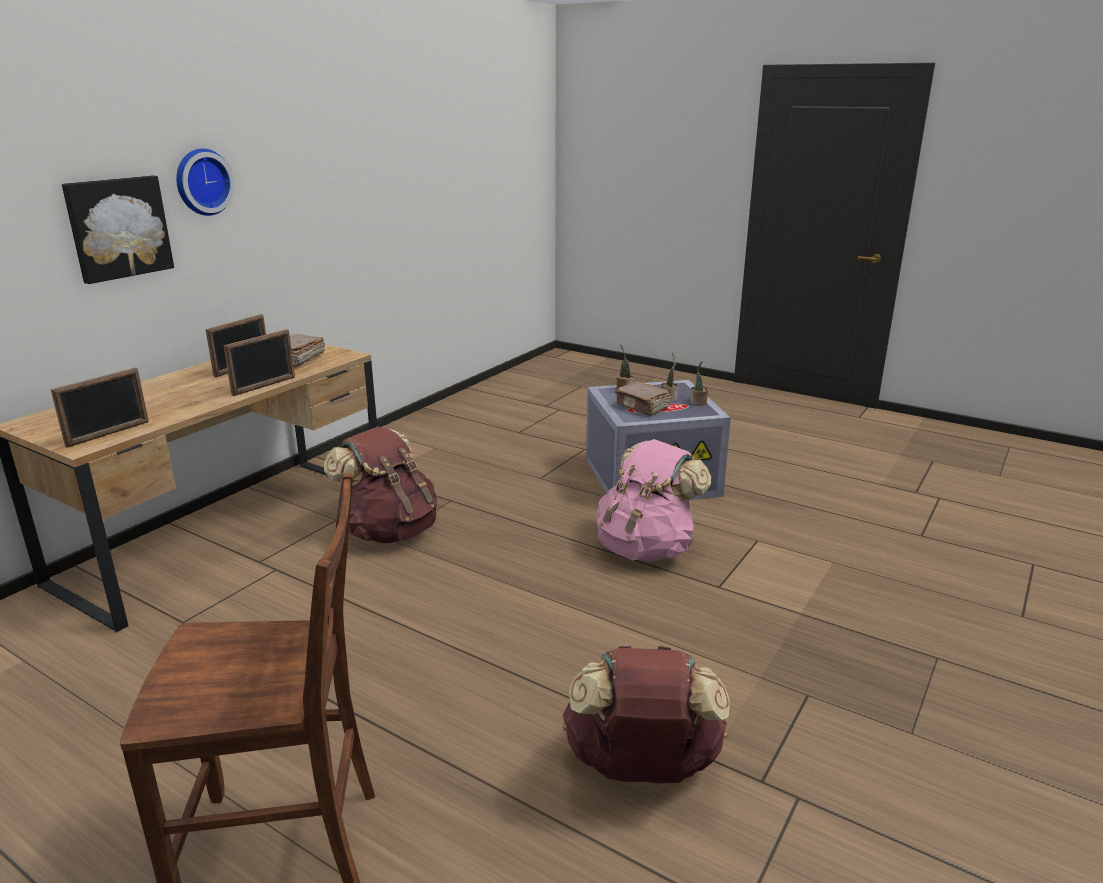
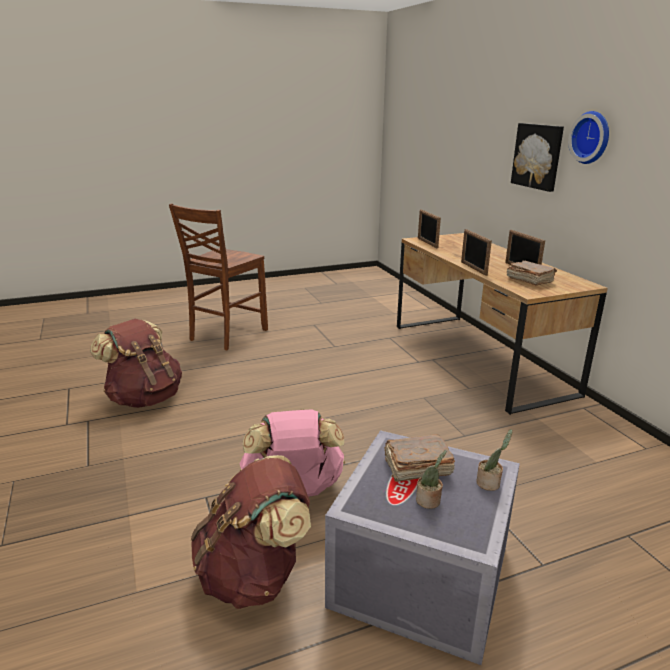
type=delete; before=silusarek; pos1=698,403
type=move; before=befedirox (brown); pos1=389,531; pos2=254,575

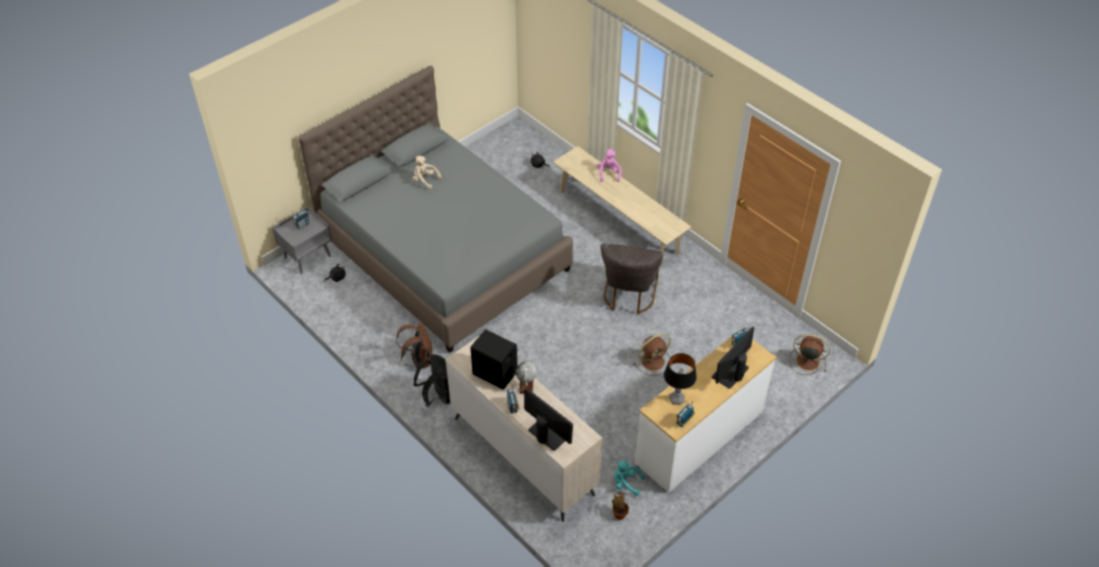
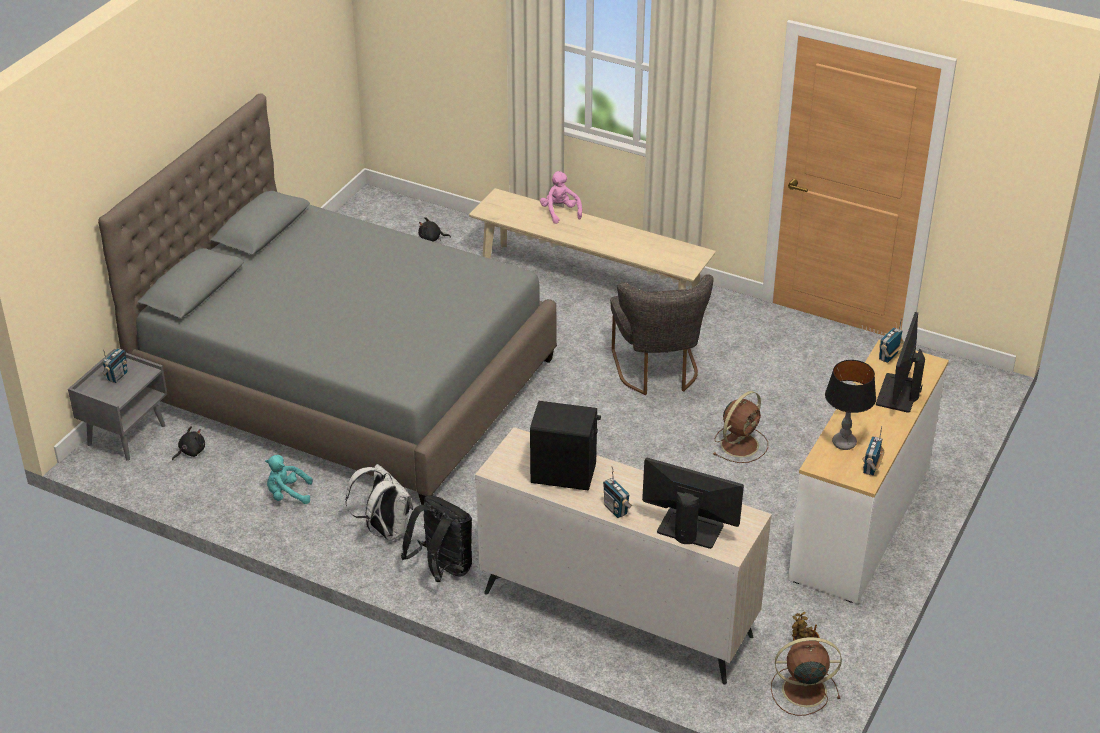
type=delete; before=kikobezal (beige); pos1=425,180
type=recolor; before=befedirox (brown); after=befedirox (white); pos1=419,360; pos2=385,530
type=move; before=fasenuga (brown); pos1=806,361; pos2=802,690
type=delete; before=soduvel; pos1=526,386
type=move; before=kikobezal (turquoise); pos1=626,483; pos2=287,494

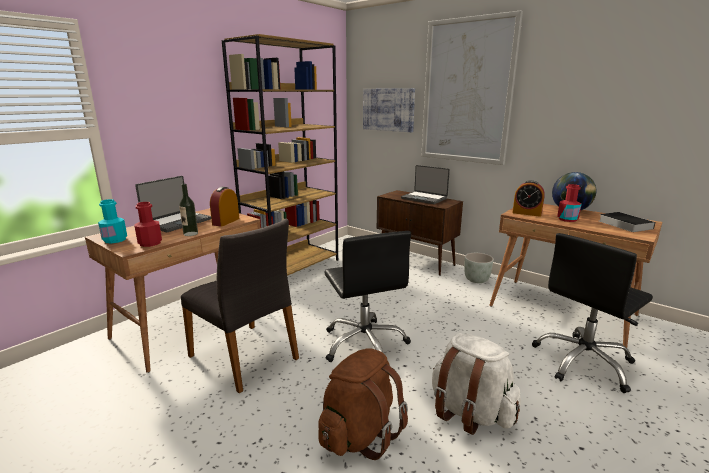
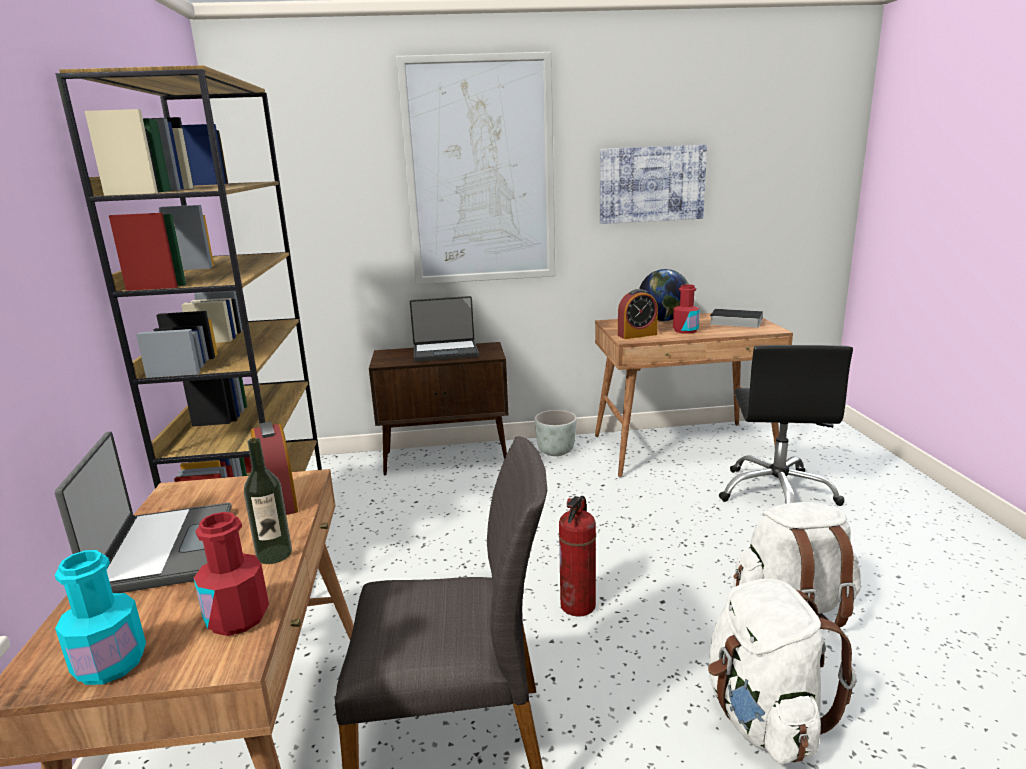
type=move; before=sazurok; pos1=388,109; pos2=651,184
type=replace; before=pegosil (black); after=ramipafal; pos1=365,344; pos2=578,606
type=recolor; before=befedirox (brown); after=befedirox (white); pos1=359,434; pos2=763,718

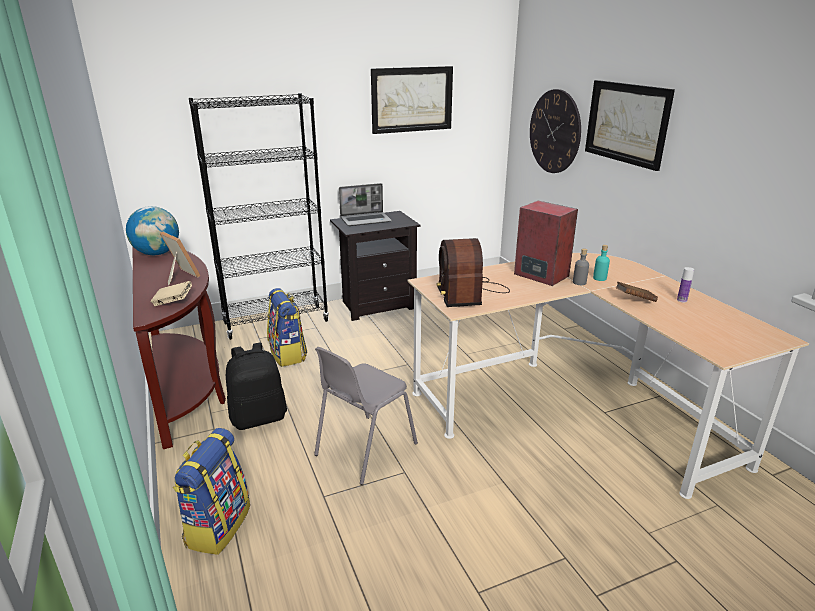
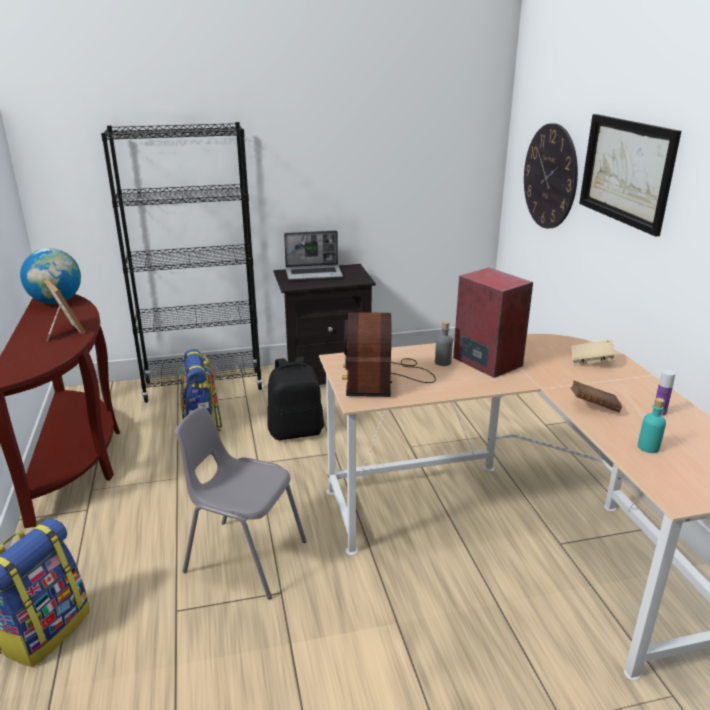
type=delete; before=sazurok; pos1=412,99
type=move; before=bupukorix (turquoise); pos1=599,278; pos2=648,447
type=move; before=bupukorix (grey); pos1=579,282; pos2=443,362
type=move; before=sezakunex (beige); pos1=173,302; pos2=591,362
type=move; before=befedirox (black); pos1=259,417; pos2=296,431
type=rotate; before=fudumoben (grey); pos1=364,449; pos2=244,556; turn=60

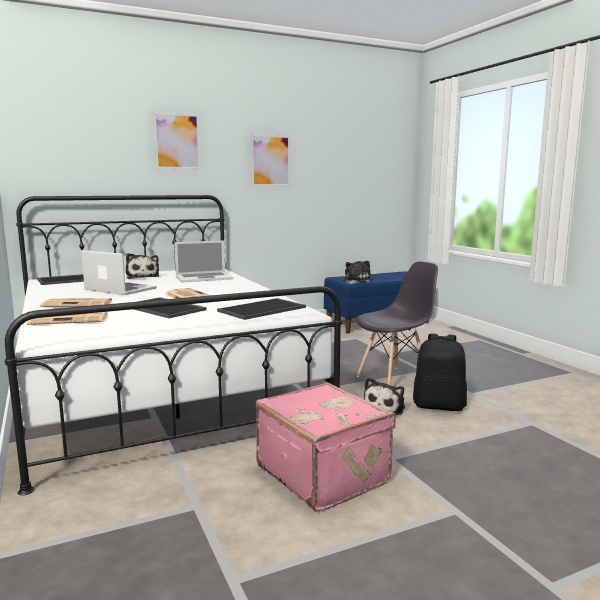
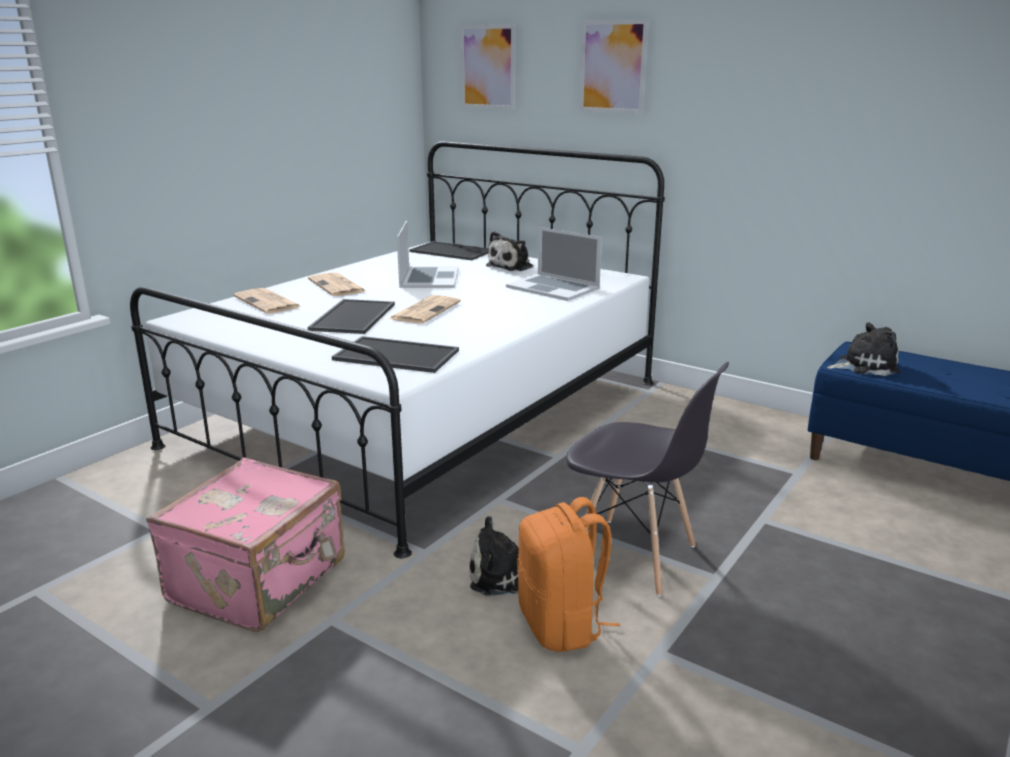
type=move; before=sazurok; pos1=270,160; pos2=488,67
type=recolor; before=befedirox (black); after=befedirox (orange); pos1=439,406; pos2=562,625

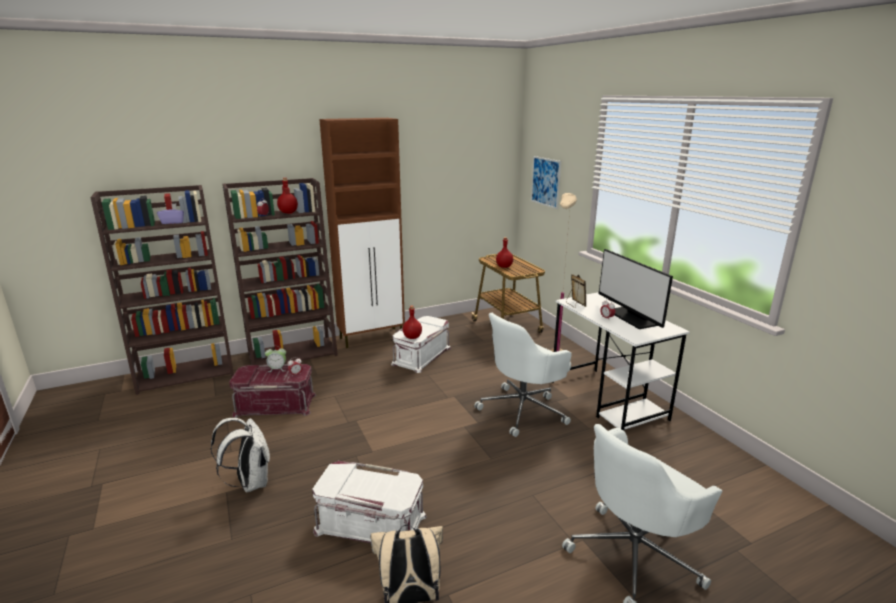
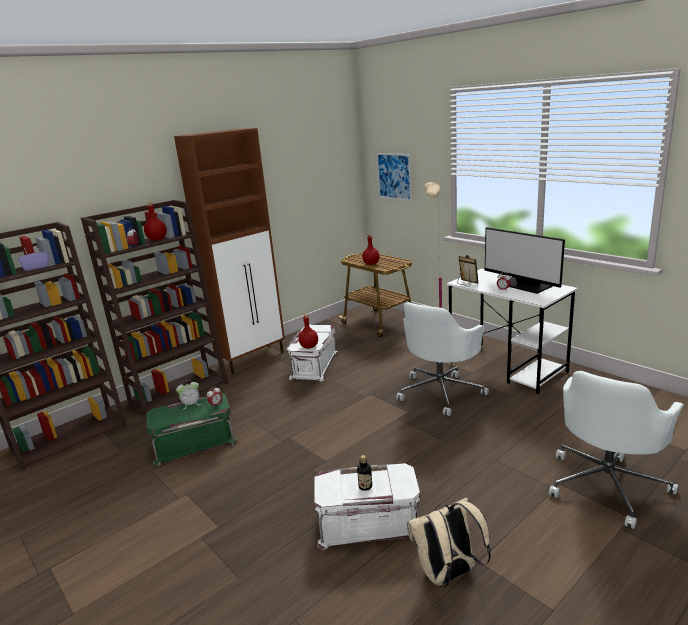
type=recolor; before=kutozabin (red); after=kutozabin (green); pos1=276,404; pos2=194,442
type=delete; before=befedirox (white); pos1=250,482
type=insert; after=bupukorix; pos2=365,486

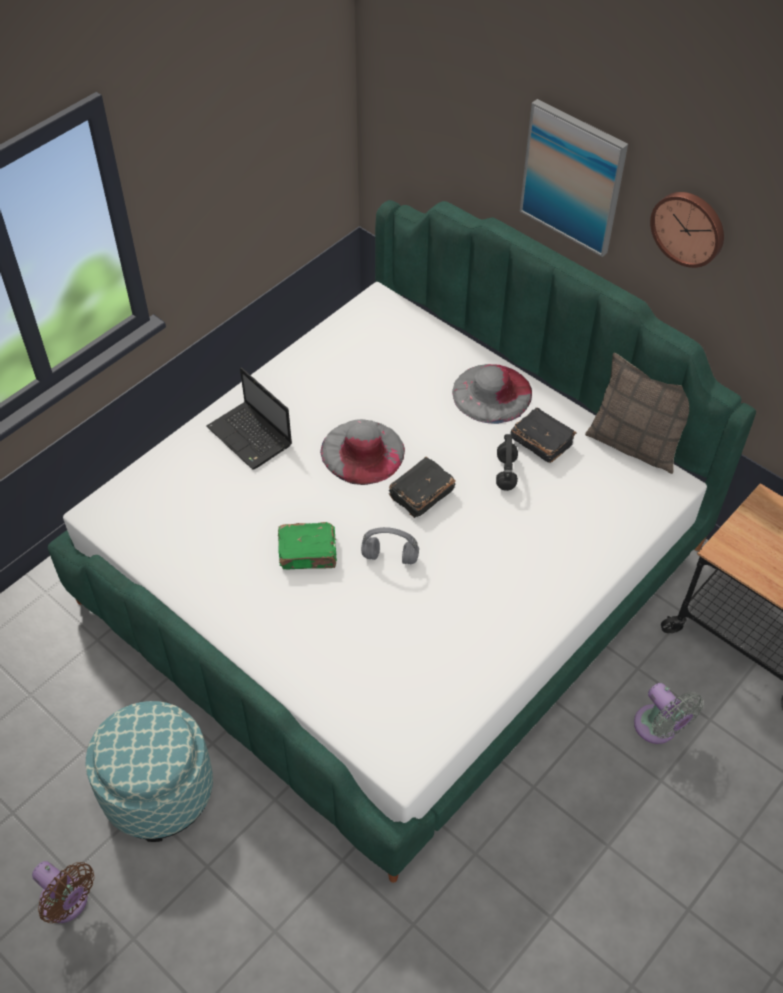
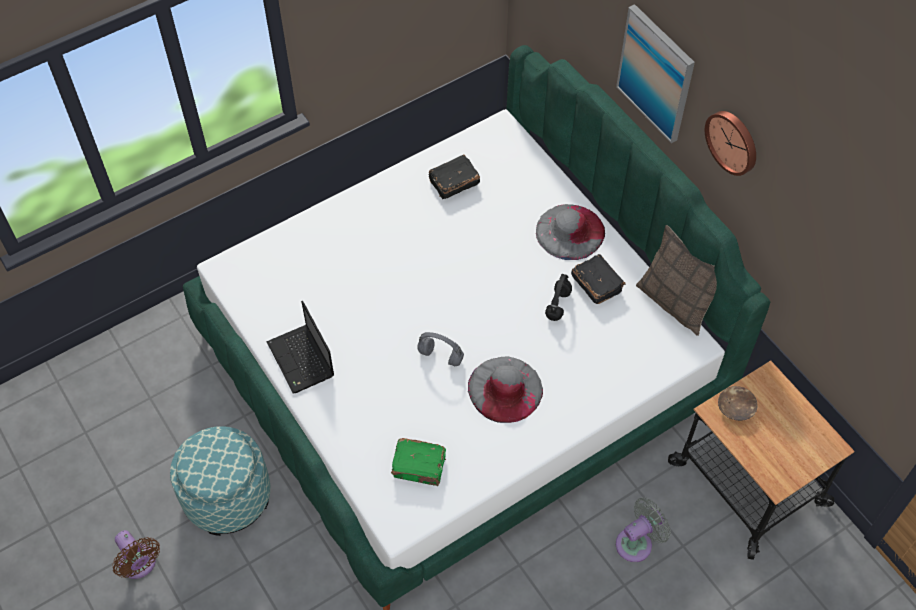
type=move; before=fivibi; pos1=251,437; pos2=302,360
type=move; before=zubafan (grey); pos1=362,451; pos2=505,389
type=move; before=sezakunex (black); pos1=420,495; pos2=453,183
type=move; before=sezakunex (green); pos1=308,553; pos2=419,467
type=rotate; before=fasenuga (grey); pos1=658,728; pos2=637,542; turn=-105
type=insert; after=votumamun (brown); pos2=736,407

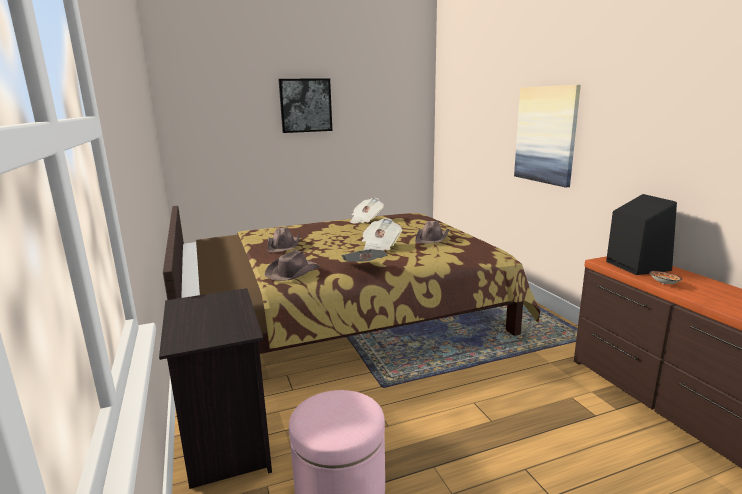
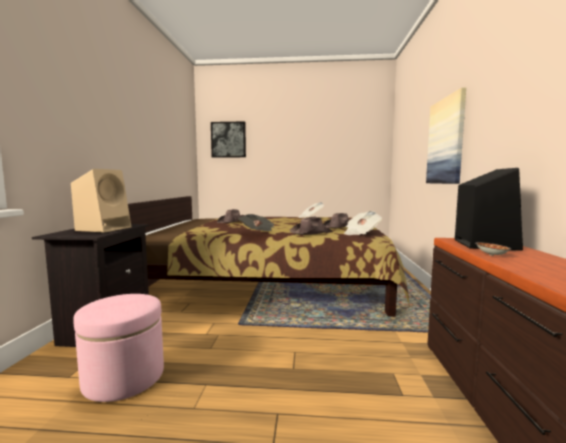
type=move; before=sazurok; pos1=305,105; pos2=228,139
type=move; before=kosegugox; pos1=380,246; pos2=361,233
type=move; before=zubafan (brown); pos1=292,272; pos2=310,232
type=insert; after=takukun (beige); pos2=104,228

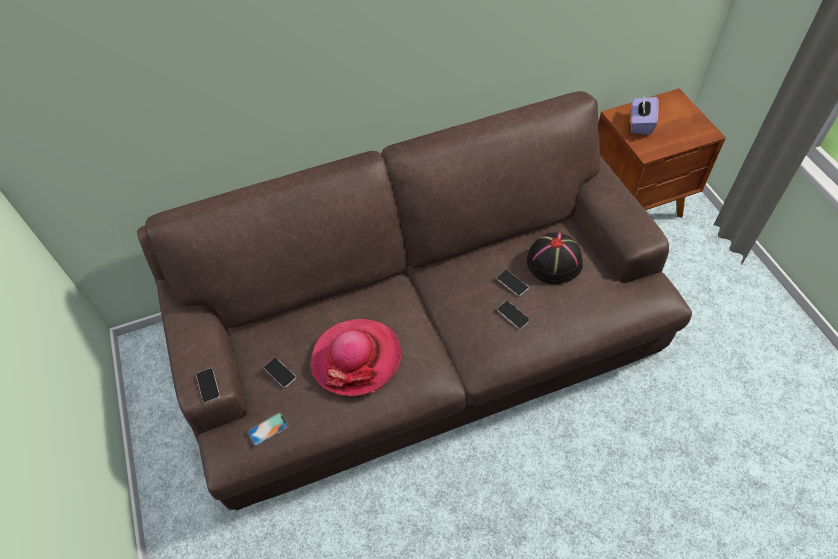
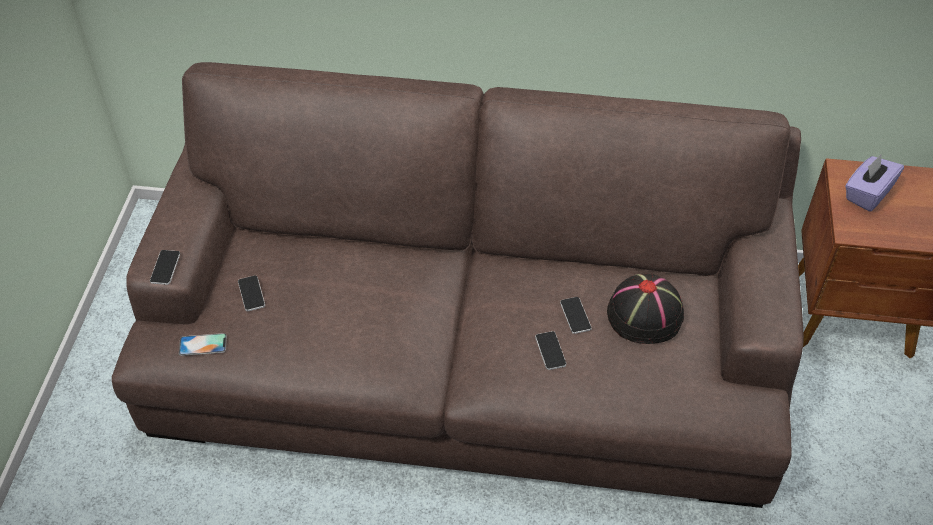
type=delete; before=zubafan; pos1=356,358

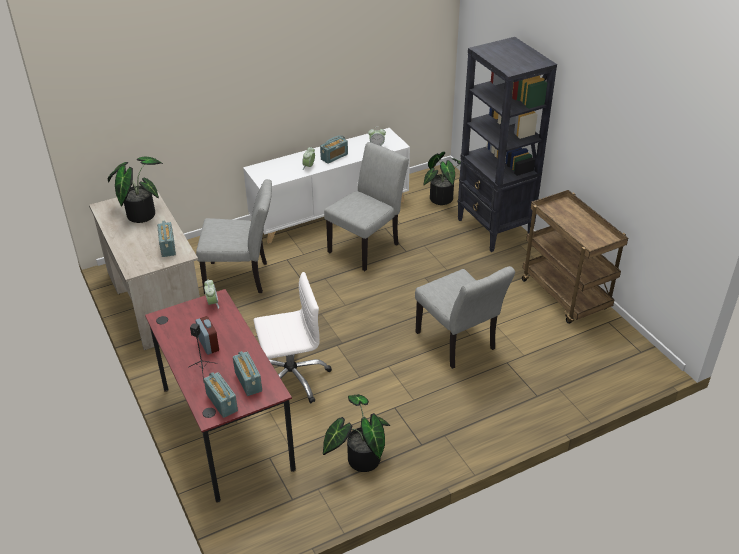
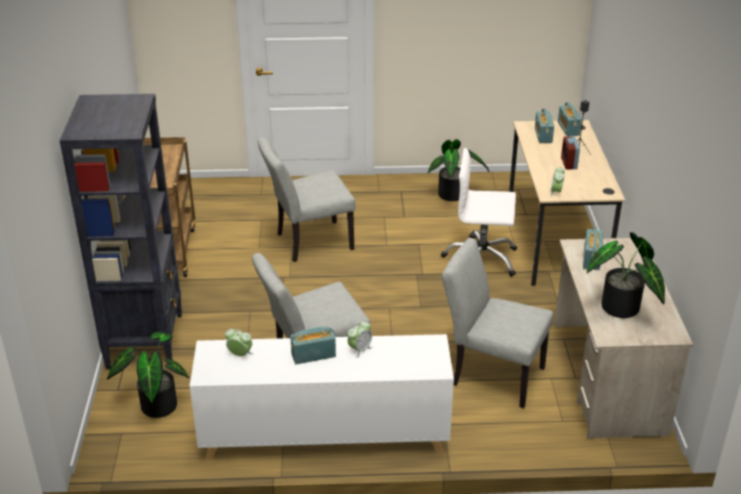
type=rotate; before=fudumoben (grey); pos1=459,344; pos2=308,242; turn=-105
type=recolor; before=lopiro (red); after=lopiro (beige); pos1=226,427; pos2=555,241

